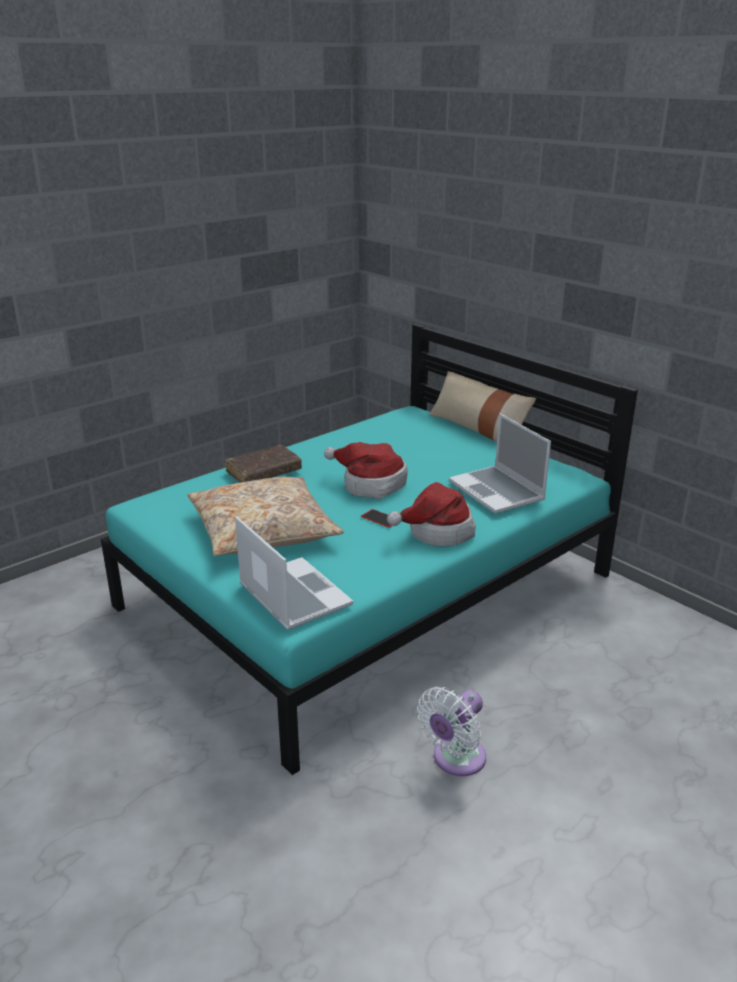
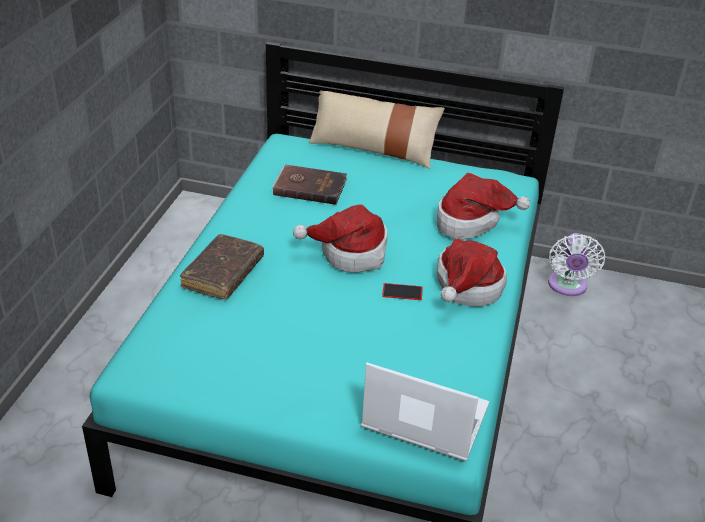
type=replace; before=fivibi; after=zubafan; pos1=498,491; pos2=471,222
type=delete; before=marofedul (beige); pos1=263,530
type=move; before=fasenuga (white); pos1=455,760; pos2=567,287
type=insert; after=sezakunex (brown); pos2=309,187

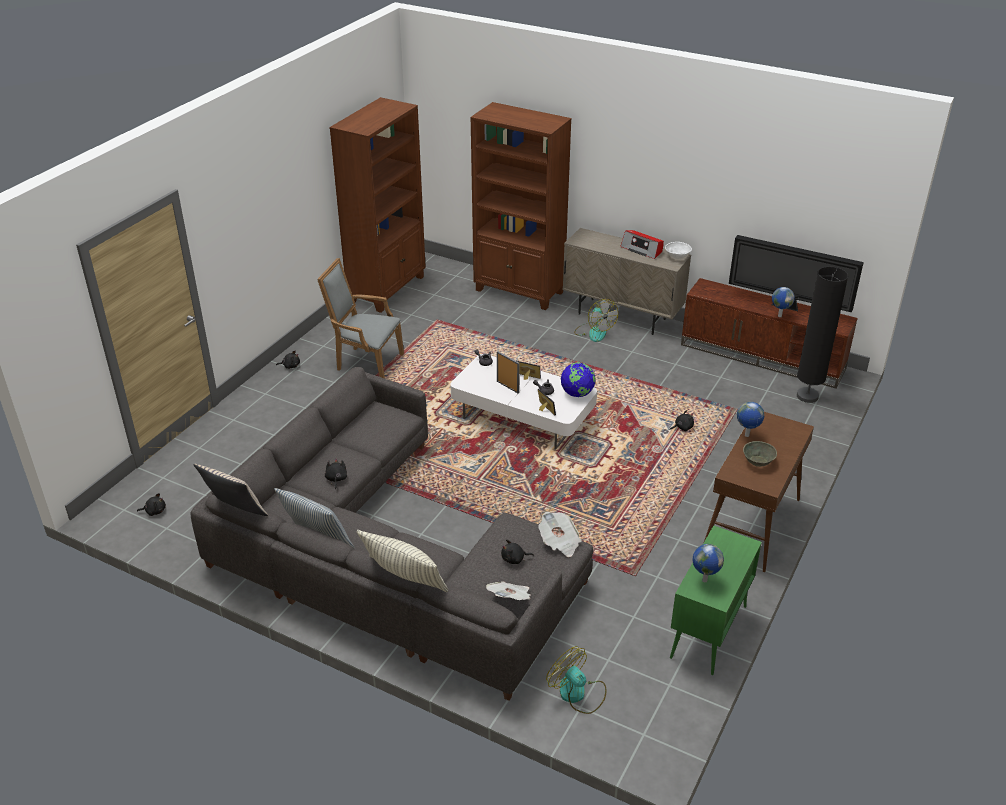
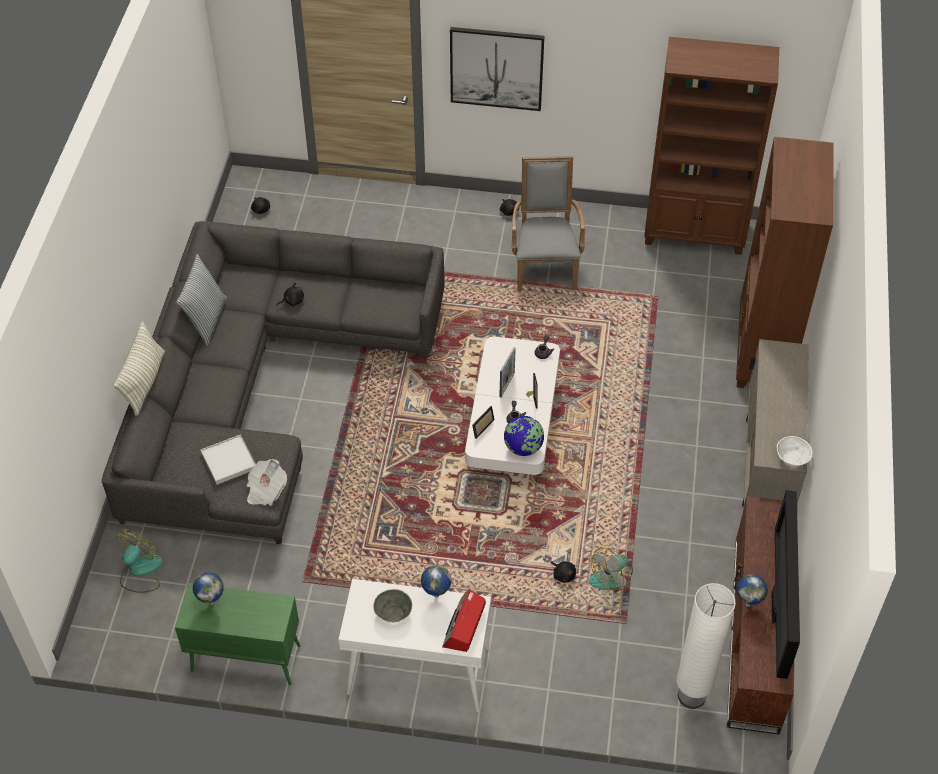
type=move; before=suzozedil; pos1=642,249; pos2=464,626
type=recolor; before=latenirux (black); after=latenirux (white); pos1=807,396; pos2=691,696
type=move; before=fasenuga; pos1=594,332; pos2=611,576
type=recolor; before=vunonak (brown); after=vunonak (white); pos1=752,525; pos2=417,671
type=delete; before=marofedul (beige); pos1=235,512
type=replace; before=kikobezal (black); after=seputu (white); pos1=514,559; pos2=229,461
type=delete; before=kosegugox; pos1=510,599
type=insert; after=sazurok; pos2=496,68

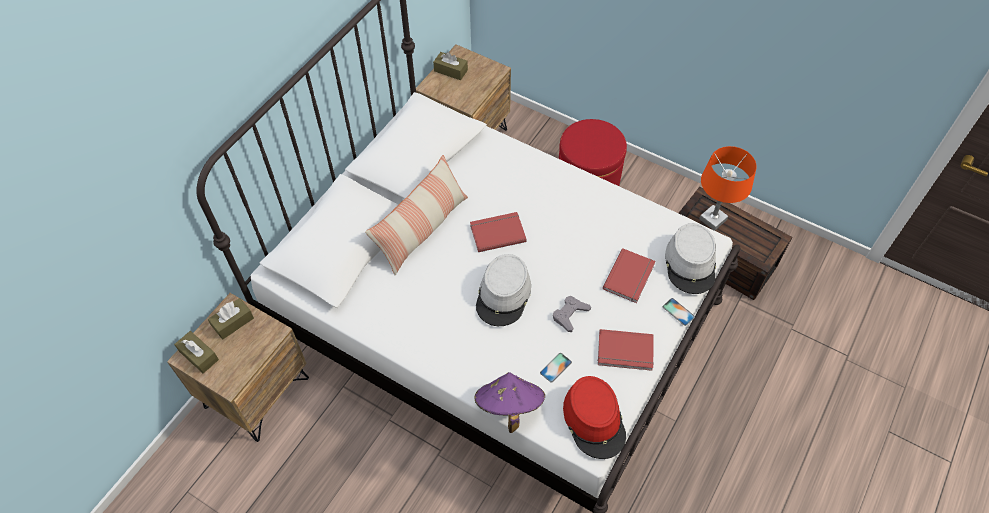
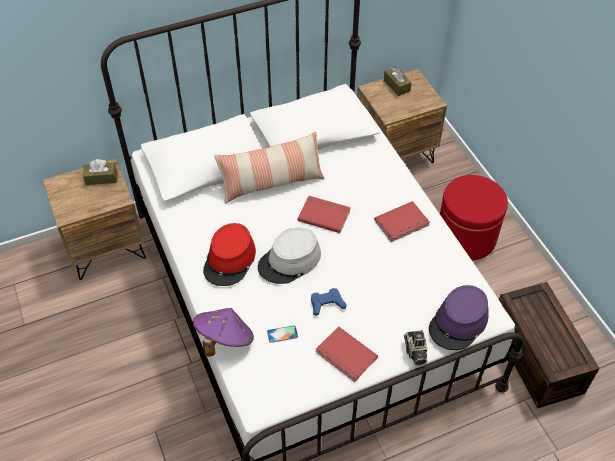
type=delete; before=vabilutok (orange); pos1=712,219
type=recolor; before=zubafan (grey); after=zubafan (purple); pos1=690,263; pos2=459,322
type=move; before=sezakunex (red); pos1=630,277; pos2=402,223
type=recolor; before=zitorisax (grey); after=zitorisax (blue); pos1=570,315; pos2=327,303
type=replace; before=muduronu; after=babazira; pos1=678,312; pos2=415,352
type=delete; before=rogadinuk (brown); pos1=199,355
type=move; before=zubafan (red); pos1=594,420; pos2=230,260

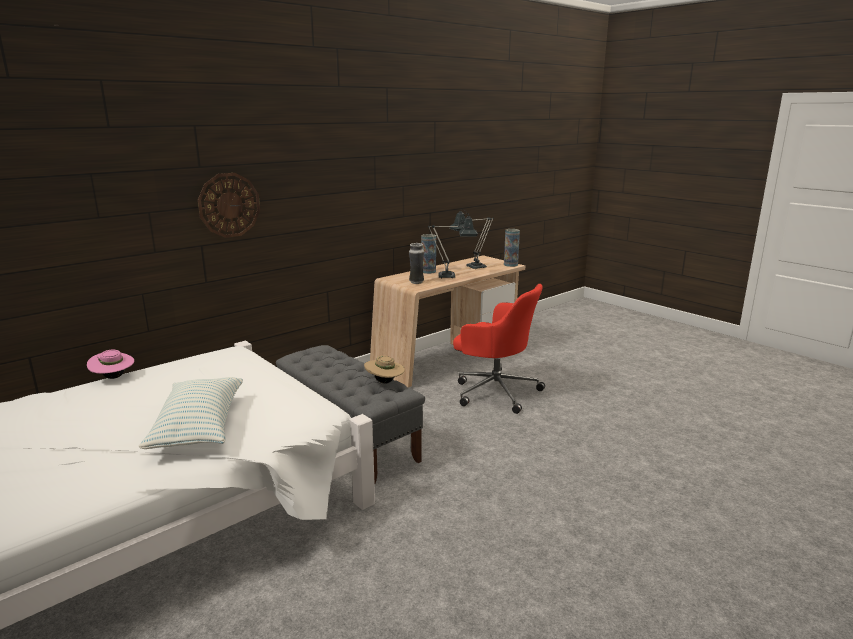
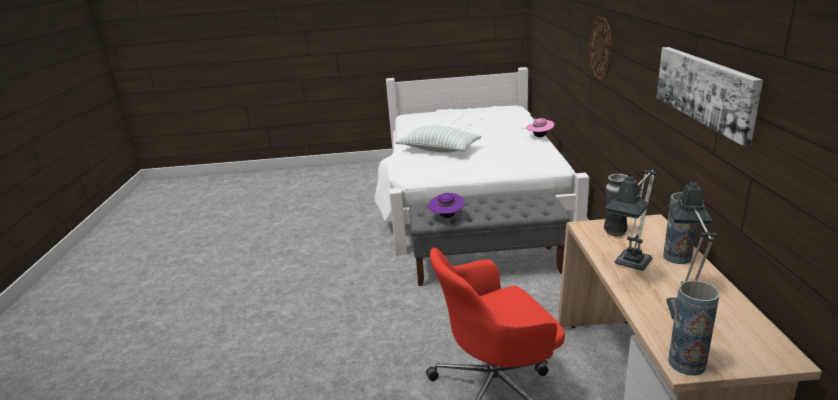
type=recolor; before=zubafan (beige); after=zubafan (purple); pos1=385,382; pos2=447,216
type=insert; after=sazurok; pos2=705,90

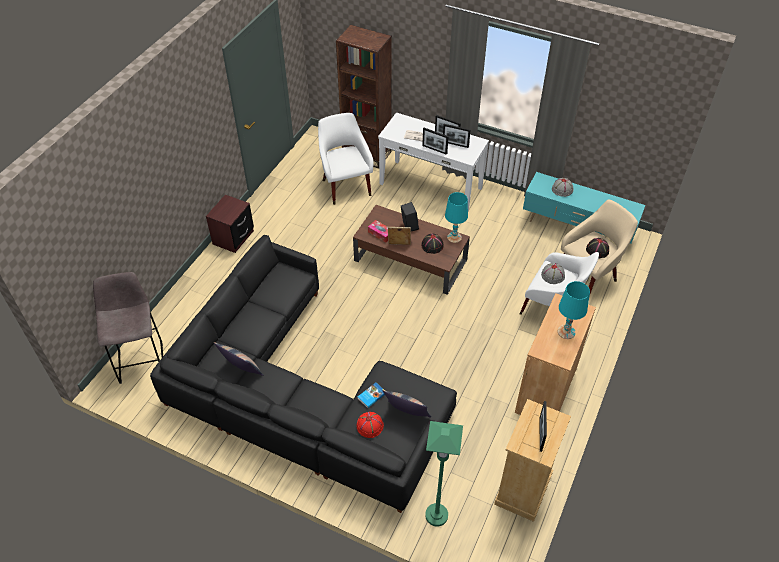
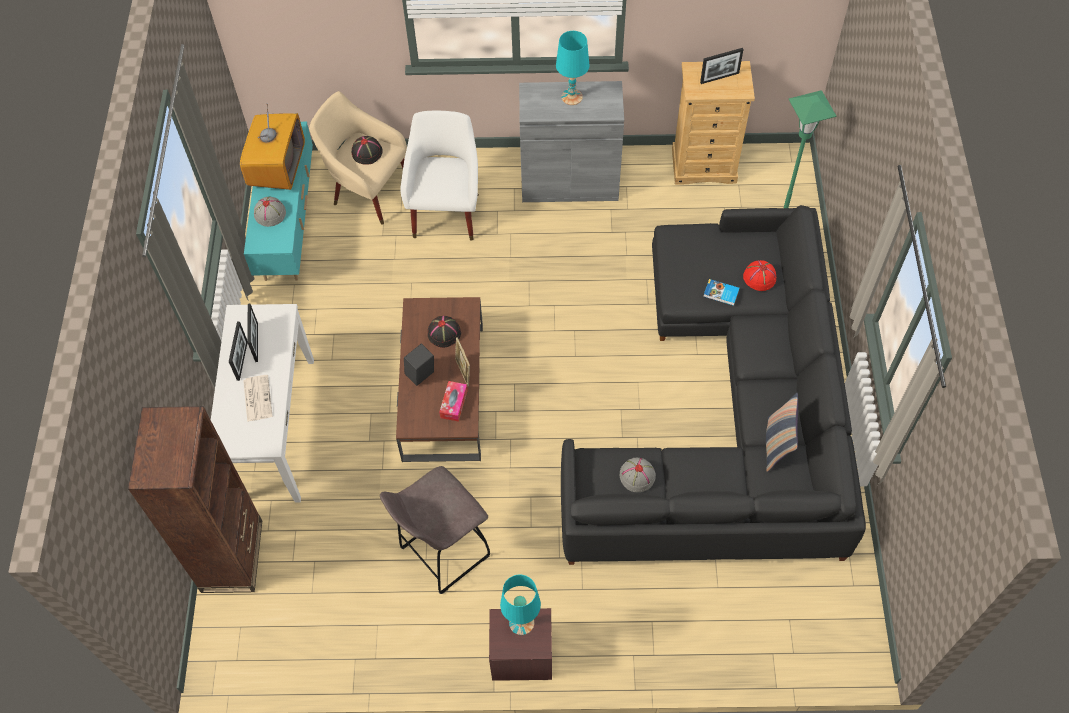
type=delete; before=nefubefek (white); pos1=345,185
type=delete; before=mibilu; pos1=434,149
type=move; before=vabilutok (turquoise); pos1=454,237; pos2=521,622
type=move; before=zubafan (grey); pos1=553,275; pos2=637,475
type=move; before=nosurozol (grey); pos1=141,361; pos2=442,553
type=recolor; before=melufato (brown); after=melufato (grey); pos1=546,389; pos2=569,182
type=delete; before=marofedul; pos1=407,414
type=insert; after=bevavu; pos2=277,167

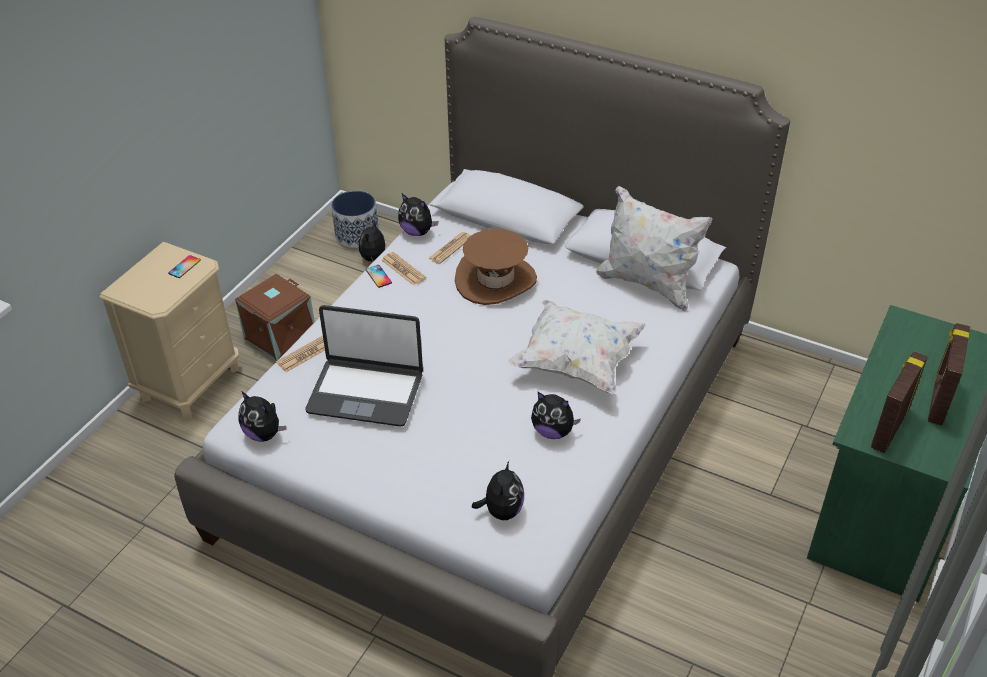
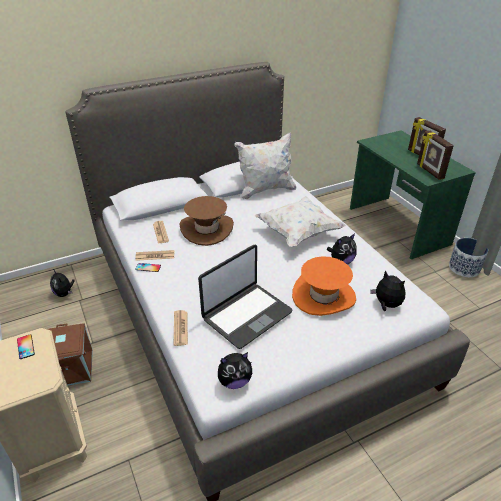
type=move; before=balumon; pos1=357,235; pos2=464,268
type=delete; before=kikobezal; pos1=417,232
type=insert; after=zubafan (orange); pos2=323,296

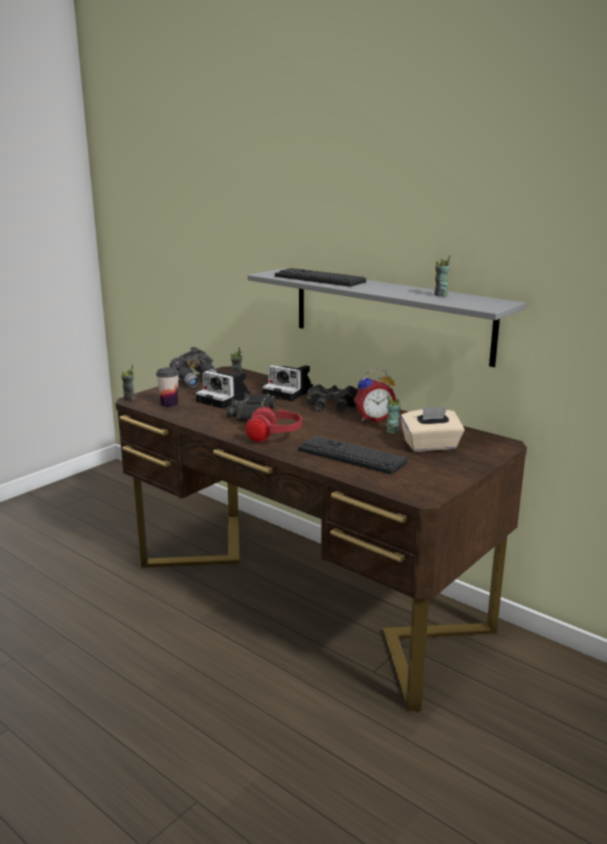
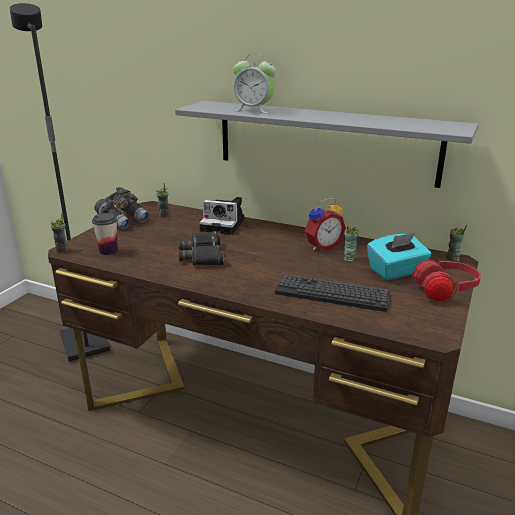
type=move; before=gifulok; pos1=440,295; pos2=452,259
type=replace; before=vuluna; after=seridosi; pos1=319,279; pos2=254,110
type=delete; before=babazira; pos1=225,399
type=delete; before=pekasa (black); pos1=332,405
type=move; before=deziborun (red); pos1=273,438; pos2=444,293
type=recolor; before=rogadinuk (beige); after=rogadinuk (turquoise); pos1=431,446; pos2=396,271
type=insert; after=latenirux (black); pos2=83,344

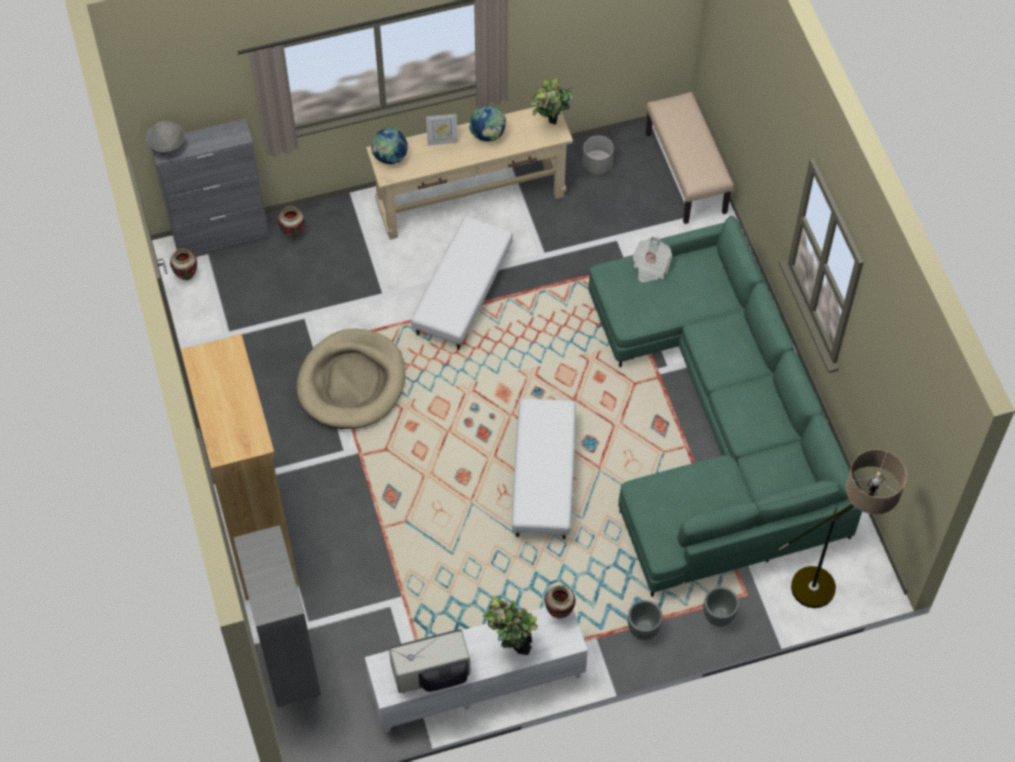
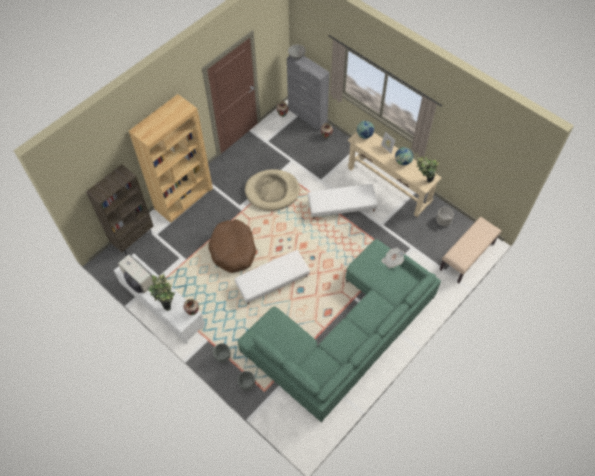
type=delete; before=latenirux; pos1=830,583
type=recolor; before=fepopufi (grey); after=fepopufi (brown); pos1=289,668; pos2=133,238
type=insert; after=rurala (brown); pos2=233,250

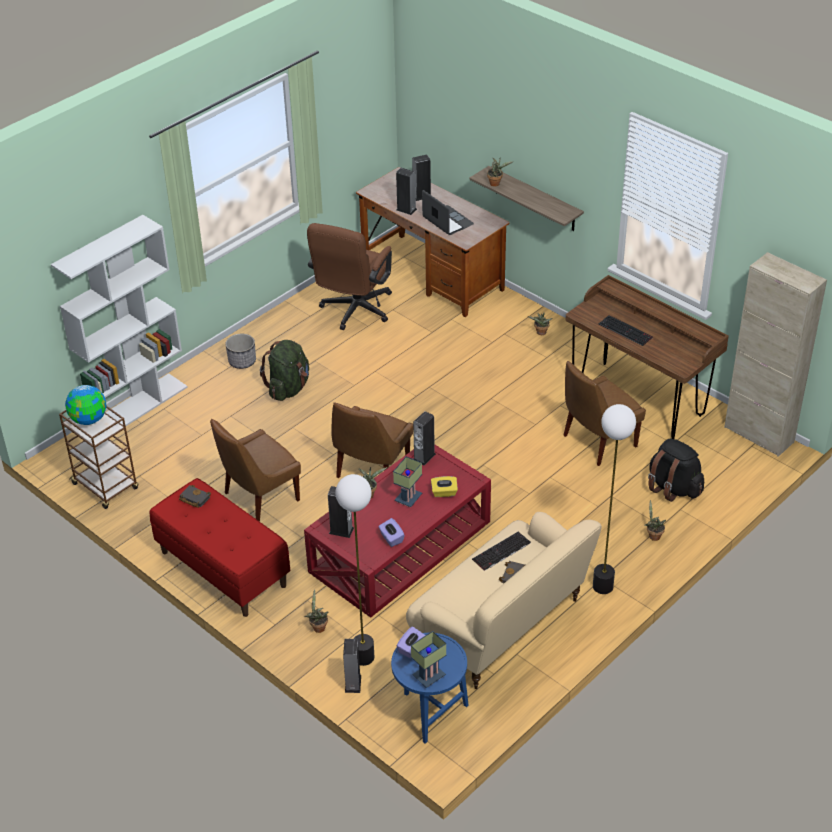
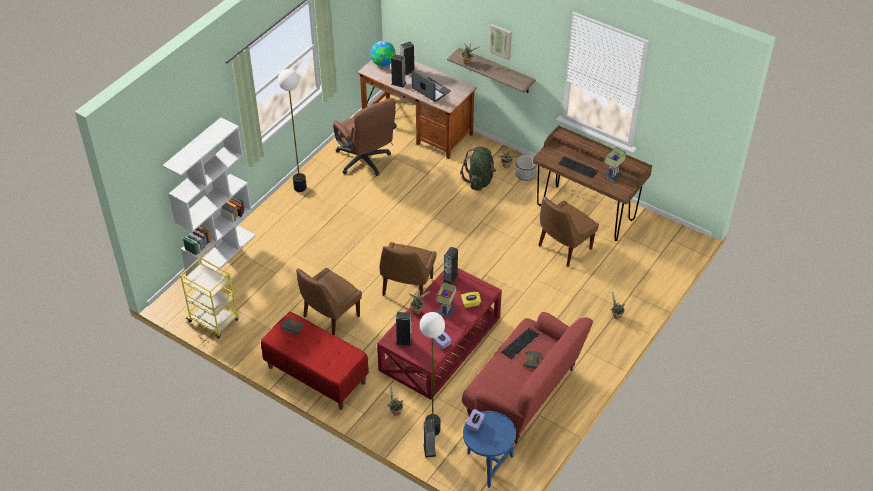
type=rotate; before=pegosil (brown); pos1=354,312; pos2=365,162; turn=-45
type=delete; before=melufato (beige); pos1=759,434
type=move; before=balumon; pos1=242,361; pos2=525,175
type=move; before=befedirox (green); pos1=288,388; pos2=479,180
type=move; before=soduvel; pos1=89,419; pos2=383,63
type=move; before=latenirux; pos1=603,586; pos2=300,187
type=recolor; before=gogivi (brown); after=gogivi (yellow); pos1=106,487; pos2=214,321
type=delete; before=befedirox (black); pos1=673,488
type=recolor; before=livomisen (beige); after=livomisen (red); pos1=501,625; pos2=524,395
type=move; before=vabilutok; pos1=429,675; pos2=612,175
type=insert; after=sazurok; pos2=501,41

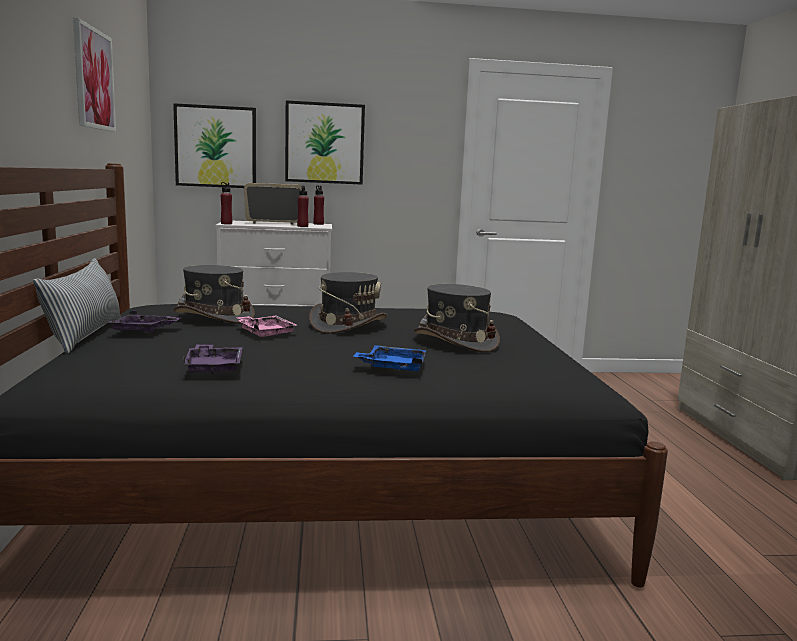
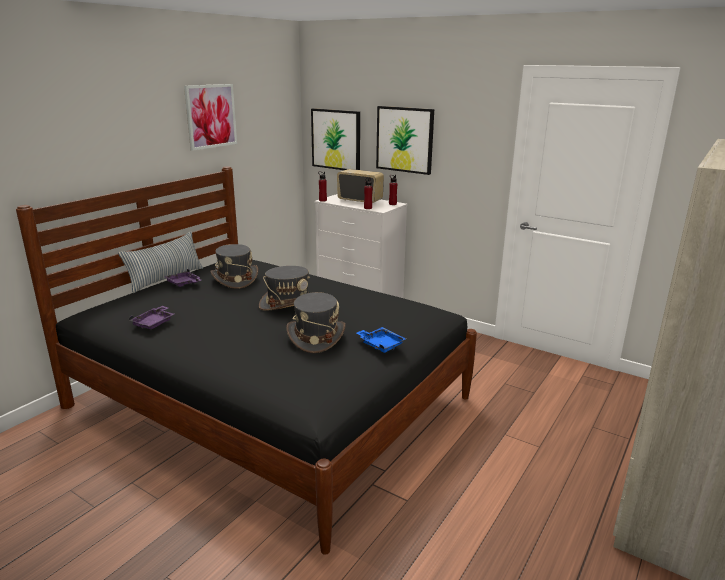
type=delete; before=seputu (pink); pos1=265,333
type=move; before=seputu (blue); pos1=393,367; pos2=381,344

